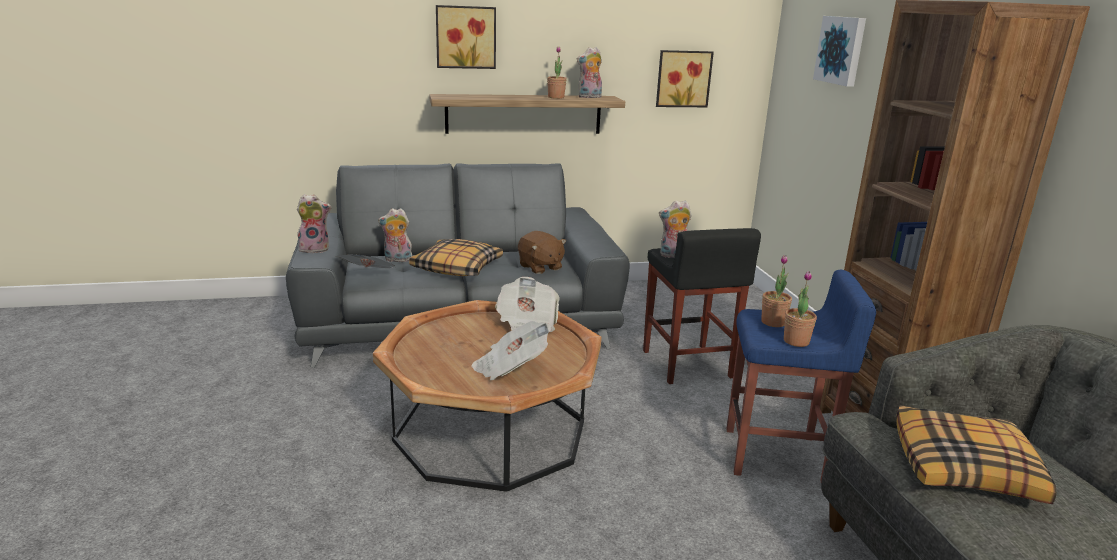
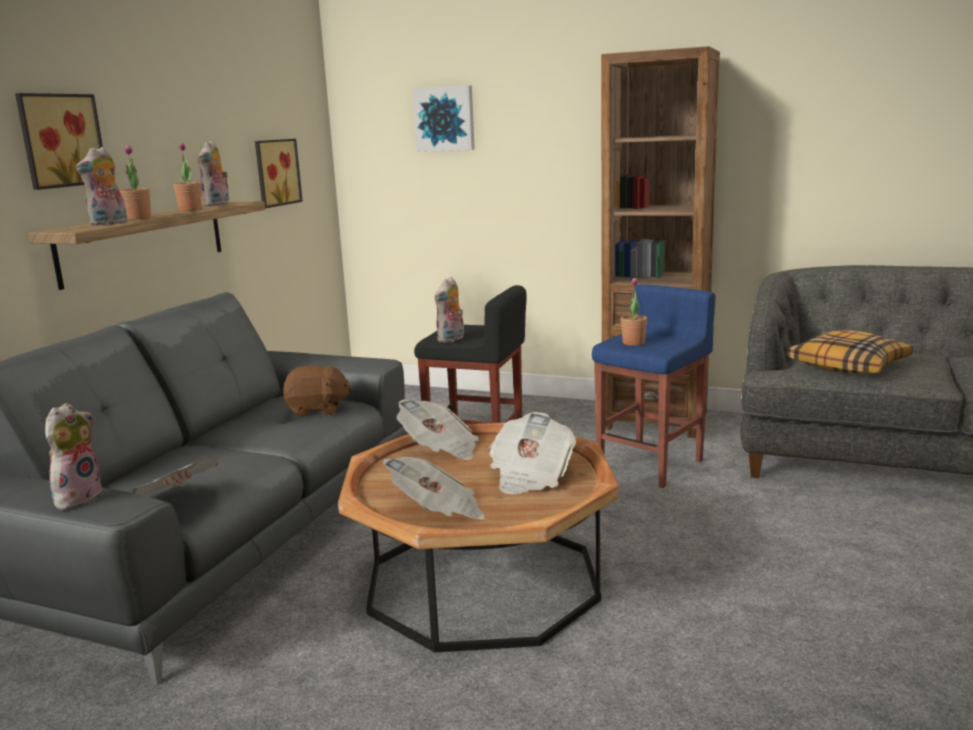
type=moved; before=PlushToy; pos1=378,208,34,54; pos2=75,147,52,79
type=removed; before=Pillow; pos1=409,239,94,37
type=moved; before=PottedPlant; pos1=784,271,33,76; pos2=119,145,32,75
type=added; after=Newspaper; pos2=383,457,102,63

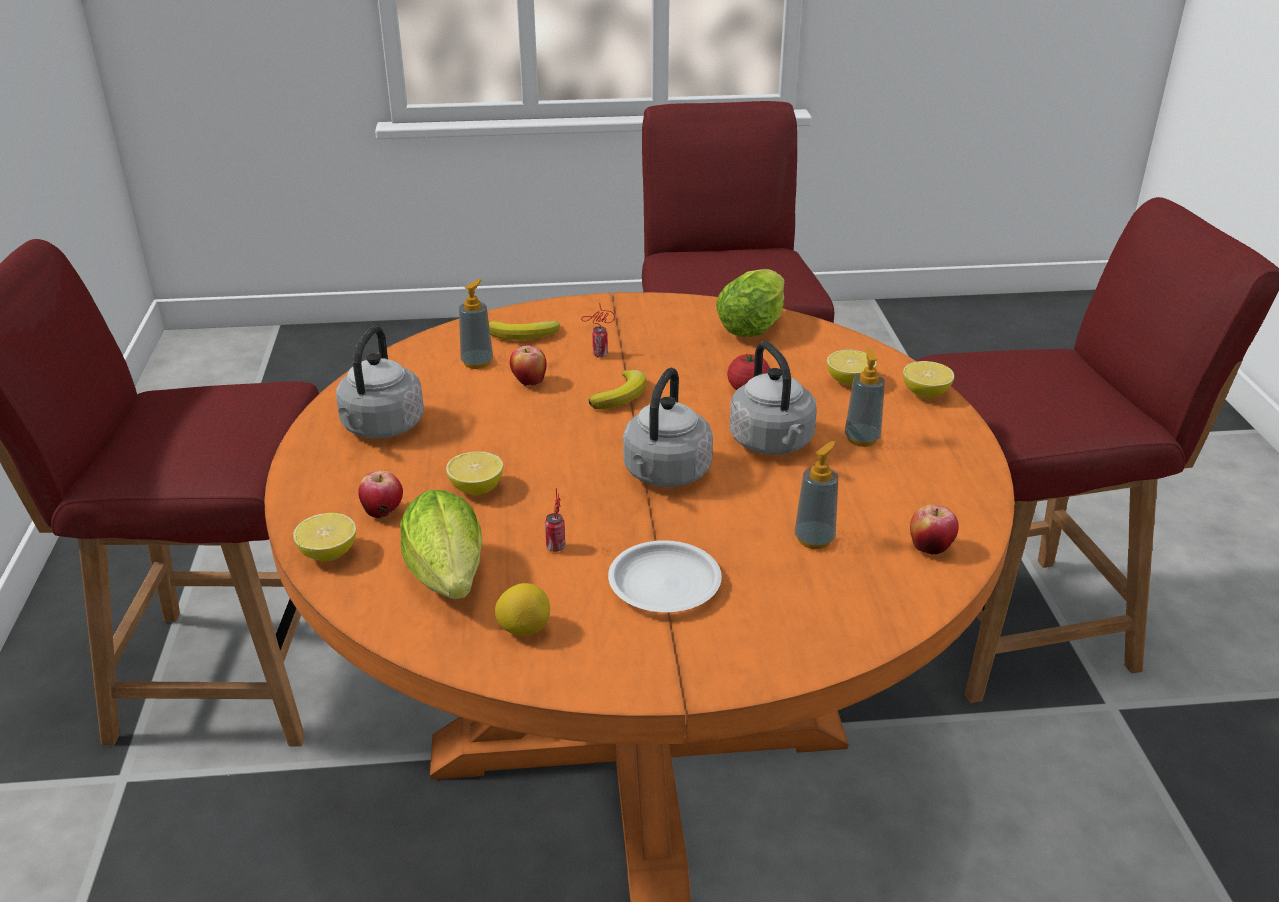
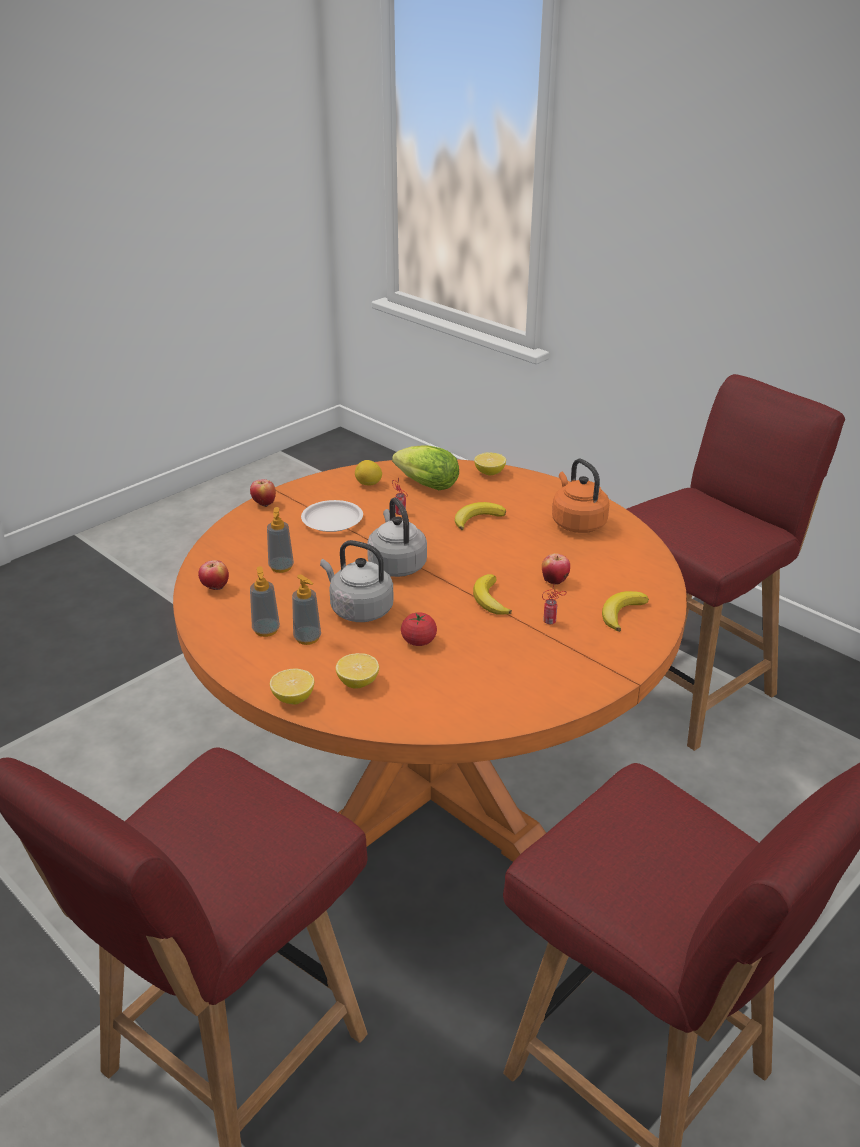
type=removed; before=Lettuce; pos1=716,269,69,68
type=moved; before=SoapDispenser; pos1=459,279,34,90; pos2=250,566,30,71
type=recoloured; before=GreyKettle; after=OrangeKettle; pos1=336,326,88,113; pos2=552,459,58,74
type=replaced; before=Lemon; after=Banana; pos1=446,451,57,44; pos2=455,502,51,28
type=moved; before=Apple; pos1=358,470,45,49; pos2=250,479,26,28

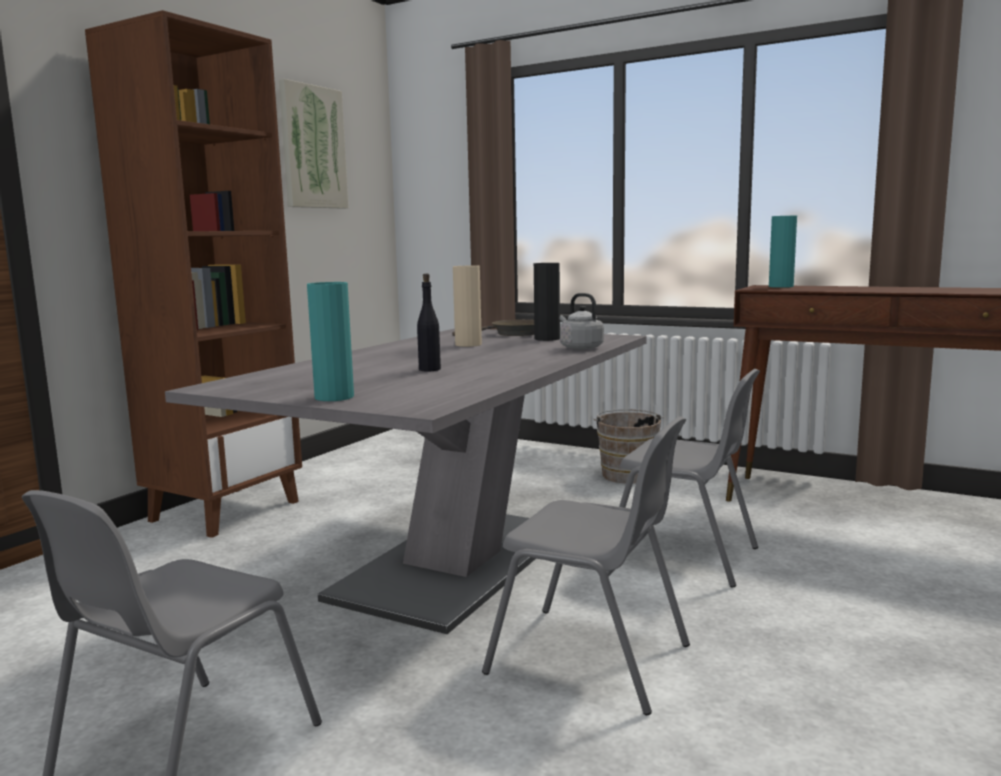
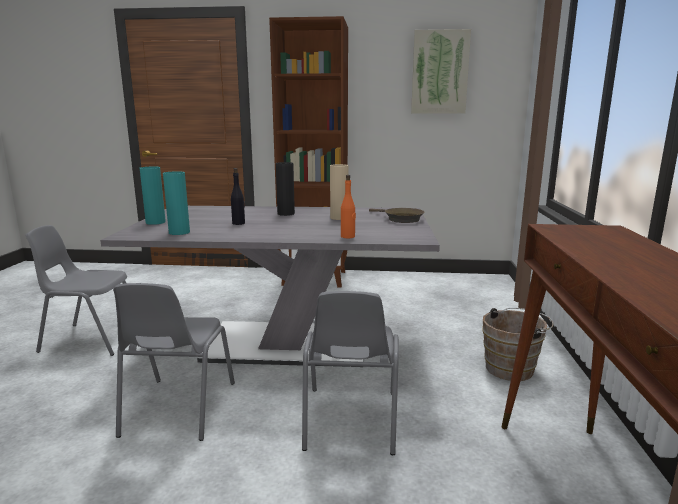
type=moved; before=TurquoiseVase; pos1=769,216,28,72; pos2=163,171,27,64
type=moved; before=BlackVase; pos1=534,263,26,78; pos2=276,162,19,54
type=replaced; before=GreyKettle; after=OrangeBottle; pos1=560,293,44,57; pos2=341,175,15,63

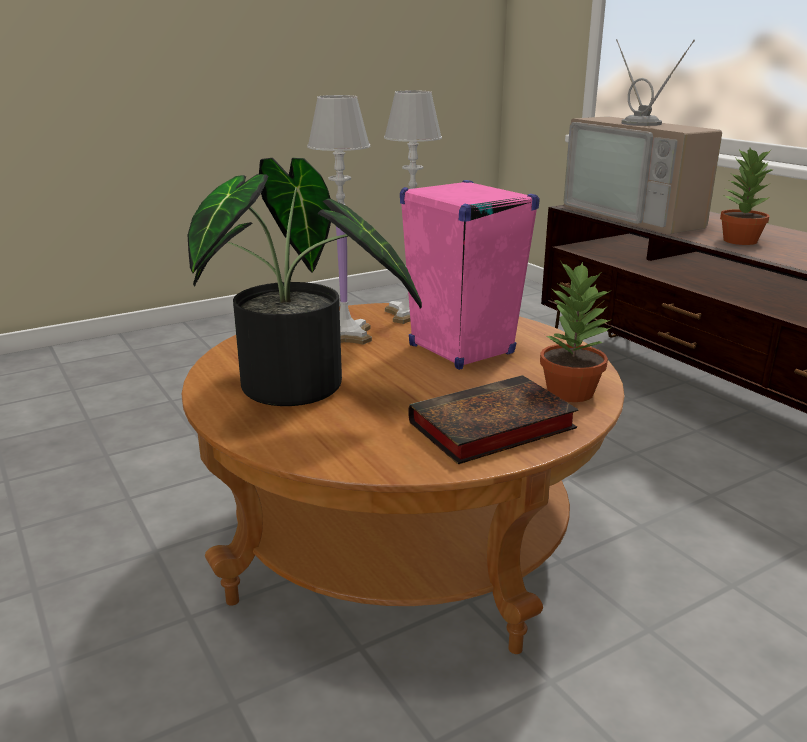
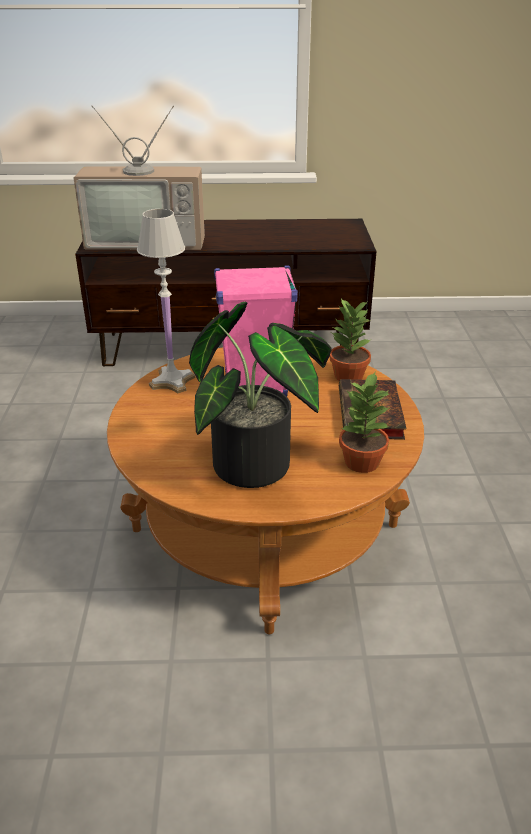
type=removed; before=WhiteTableLamp; pos1=307,95,65,250
type=moved; before=PottedPlant; pos1=720,148,53,97; pos2=339,372,51,101

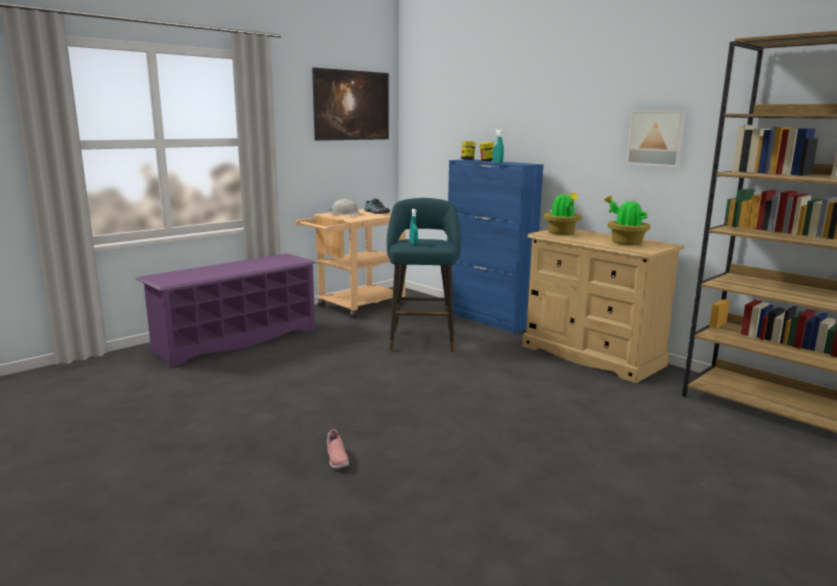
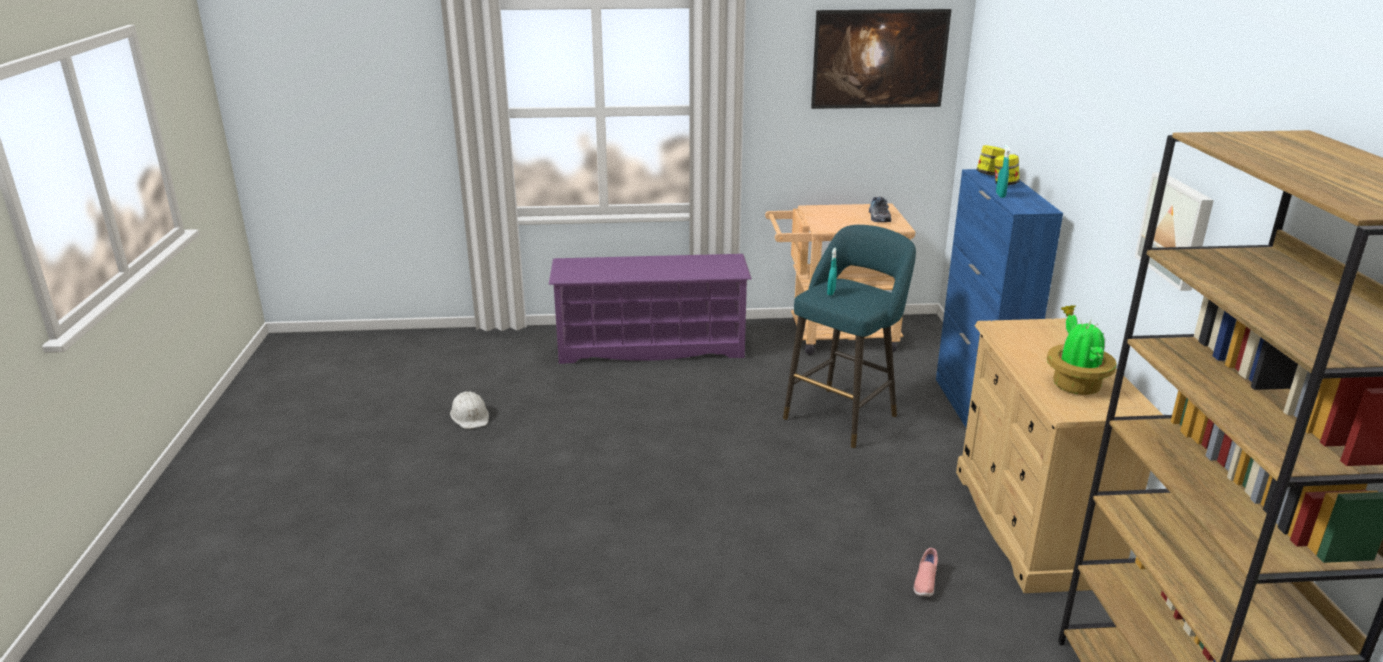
type=removed; before=PottedPlant; pos1=544,190,38,45
type=moved; before=WhiteHardHat; pos1=330,199,33,17; pos2=450,391,39,38
type=moved; before=PinkShoe; pos1=327,429,22,40; pos2=914,548,24,49

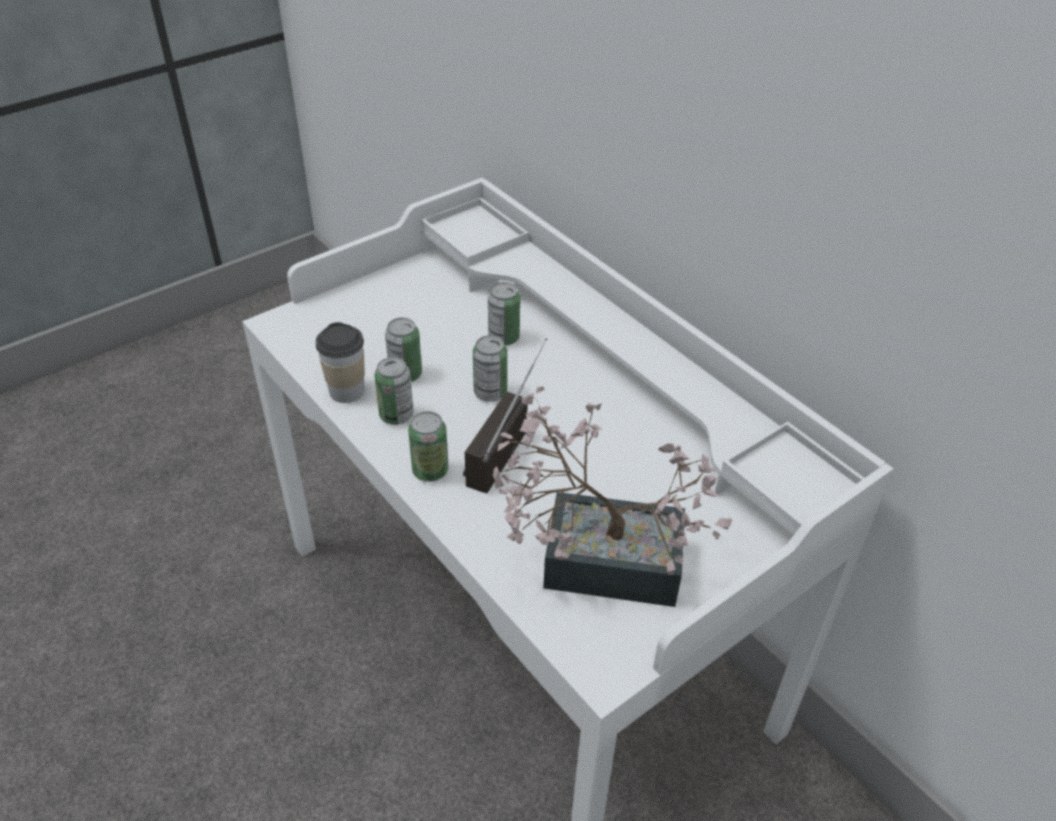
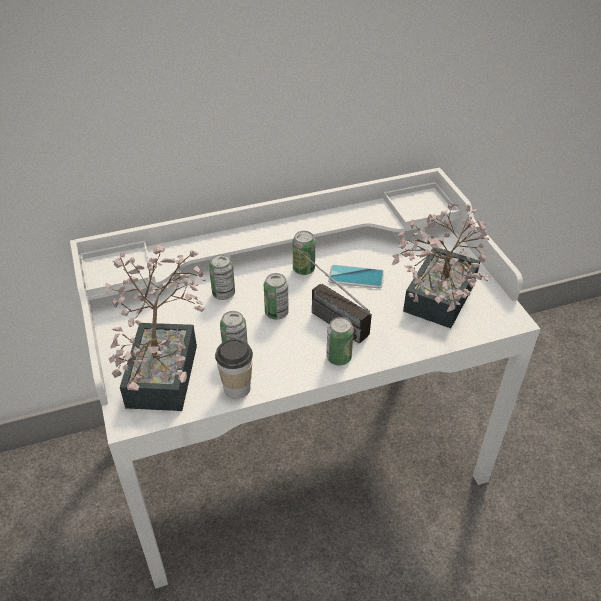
type=moved; before=Can; pos1=374,357,40,68; pos2=293,231,22,44
type=added; after=PottedPlant; pos2=103,245,103,166
type=added; after=Phone; pos2=328,265,56,23

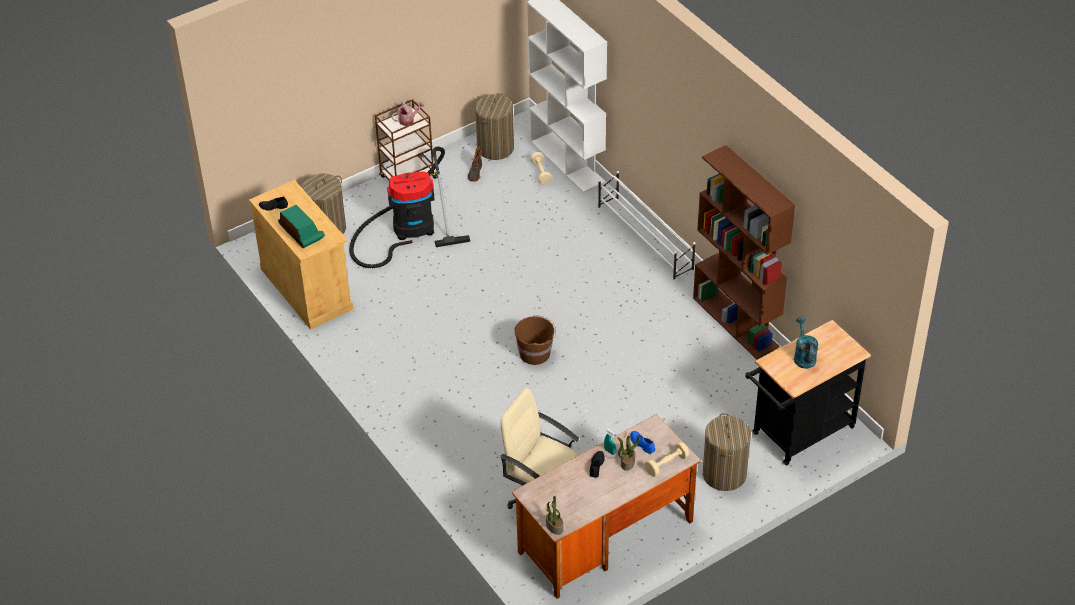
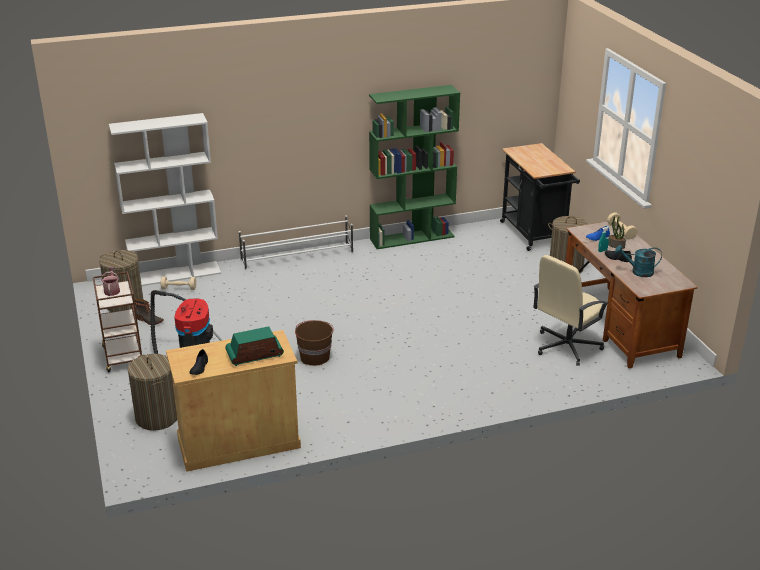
type=recoloured; before=BrownBookcase; after=GreenBookcase; pos1=693,145,102,214; pos2=369,85,91,164
type=moved; before=BrownBucket; pos1=515,315,41,50; pos2=295,320,39,46
type=moved; before=TurquoiseWateringCan; pos1=794,317,24,52; pos2=615,245,47,32
type=removed; before=PottedPlant; pos1=546,496,17,39

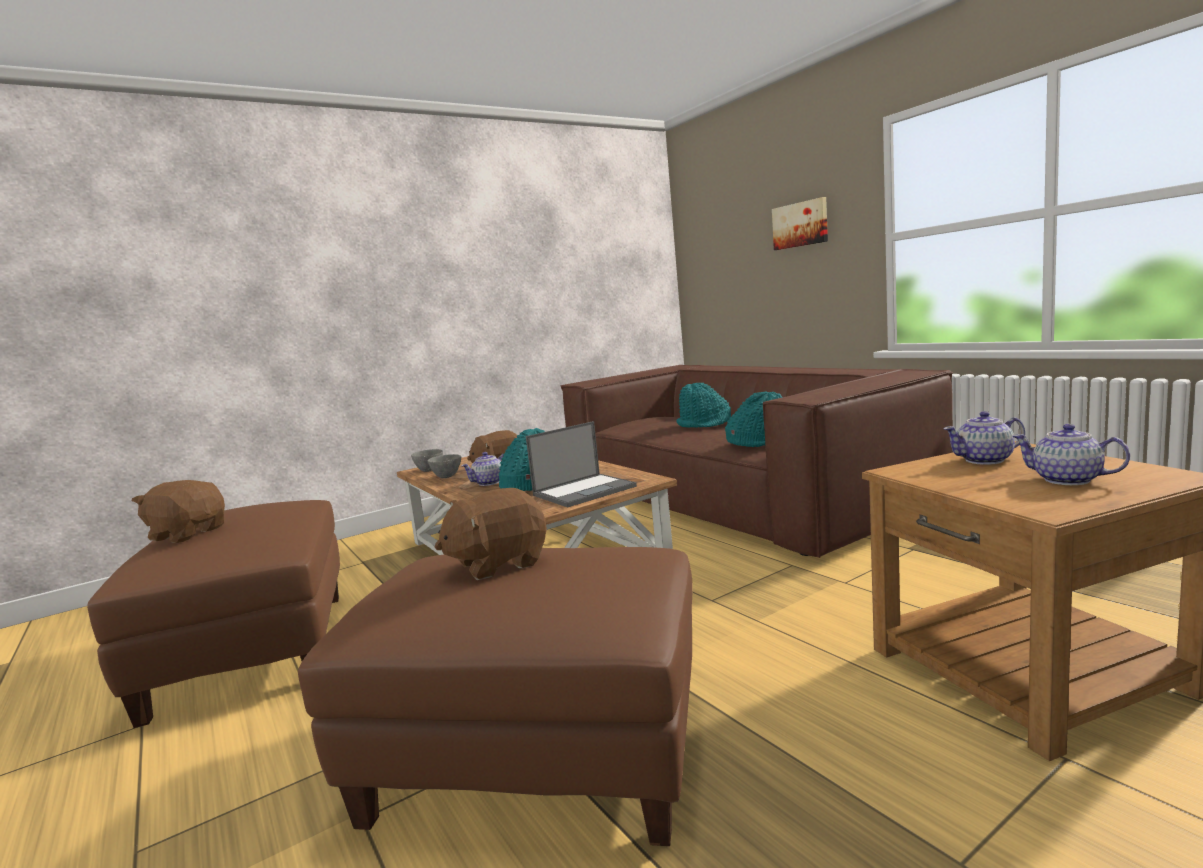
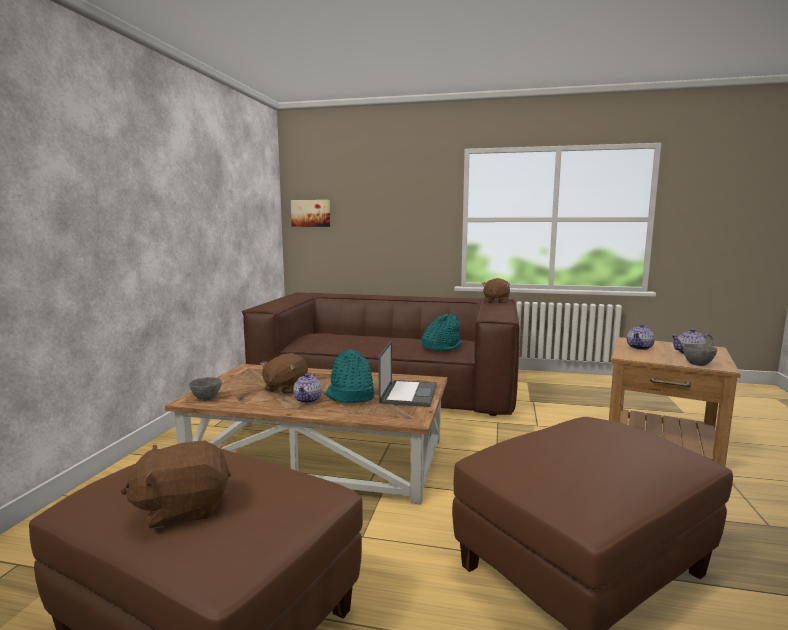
type=moved; before=Picture; pos1=772,197,56,53; pos2=291,200,39,27
type=removed; before=TurquoiseHat; pos1=677,383,54,45
type=moved; before=GreyBowl; pos1=428,454,33,24; pos2=683,344,34,22
type=moved; before=BrownPlushToy; pos1=435,488,112,92; pos2=482,278,28,26

